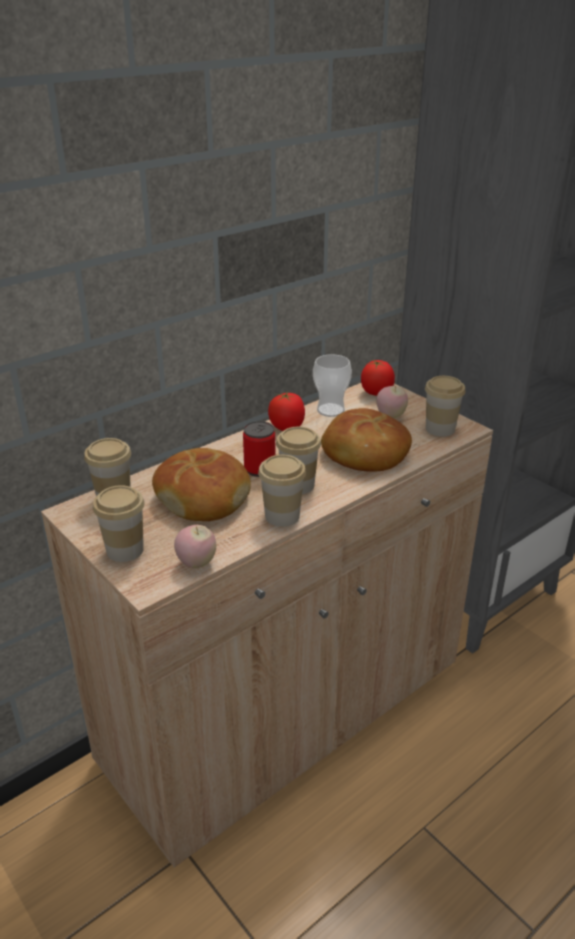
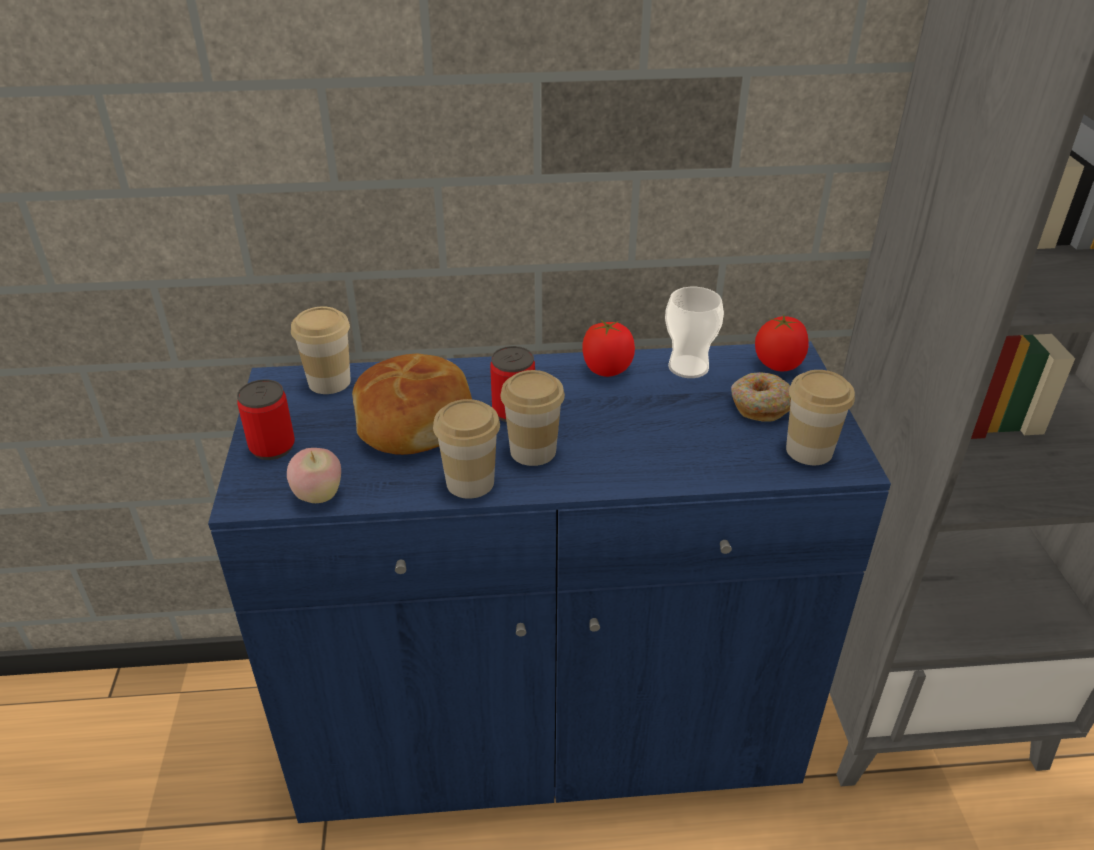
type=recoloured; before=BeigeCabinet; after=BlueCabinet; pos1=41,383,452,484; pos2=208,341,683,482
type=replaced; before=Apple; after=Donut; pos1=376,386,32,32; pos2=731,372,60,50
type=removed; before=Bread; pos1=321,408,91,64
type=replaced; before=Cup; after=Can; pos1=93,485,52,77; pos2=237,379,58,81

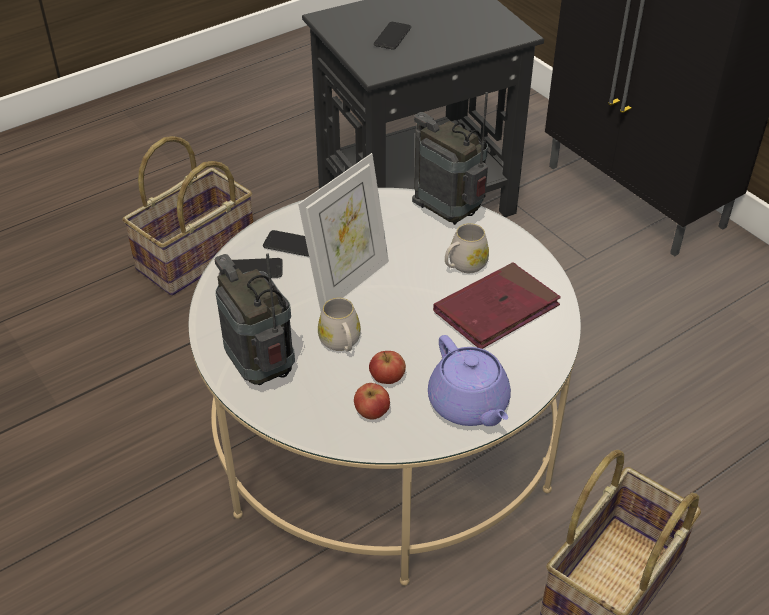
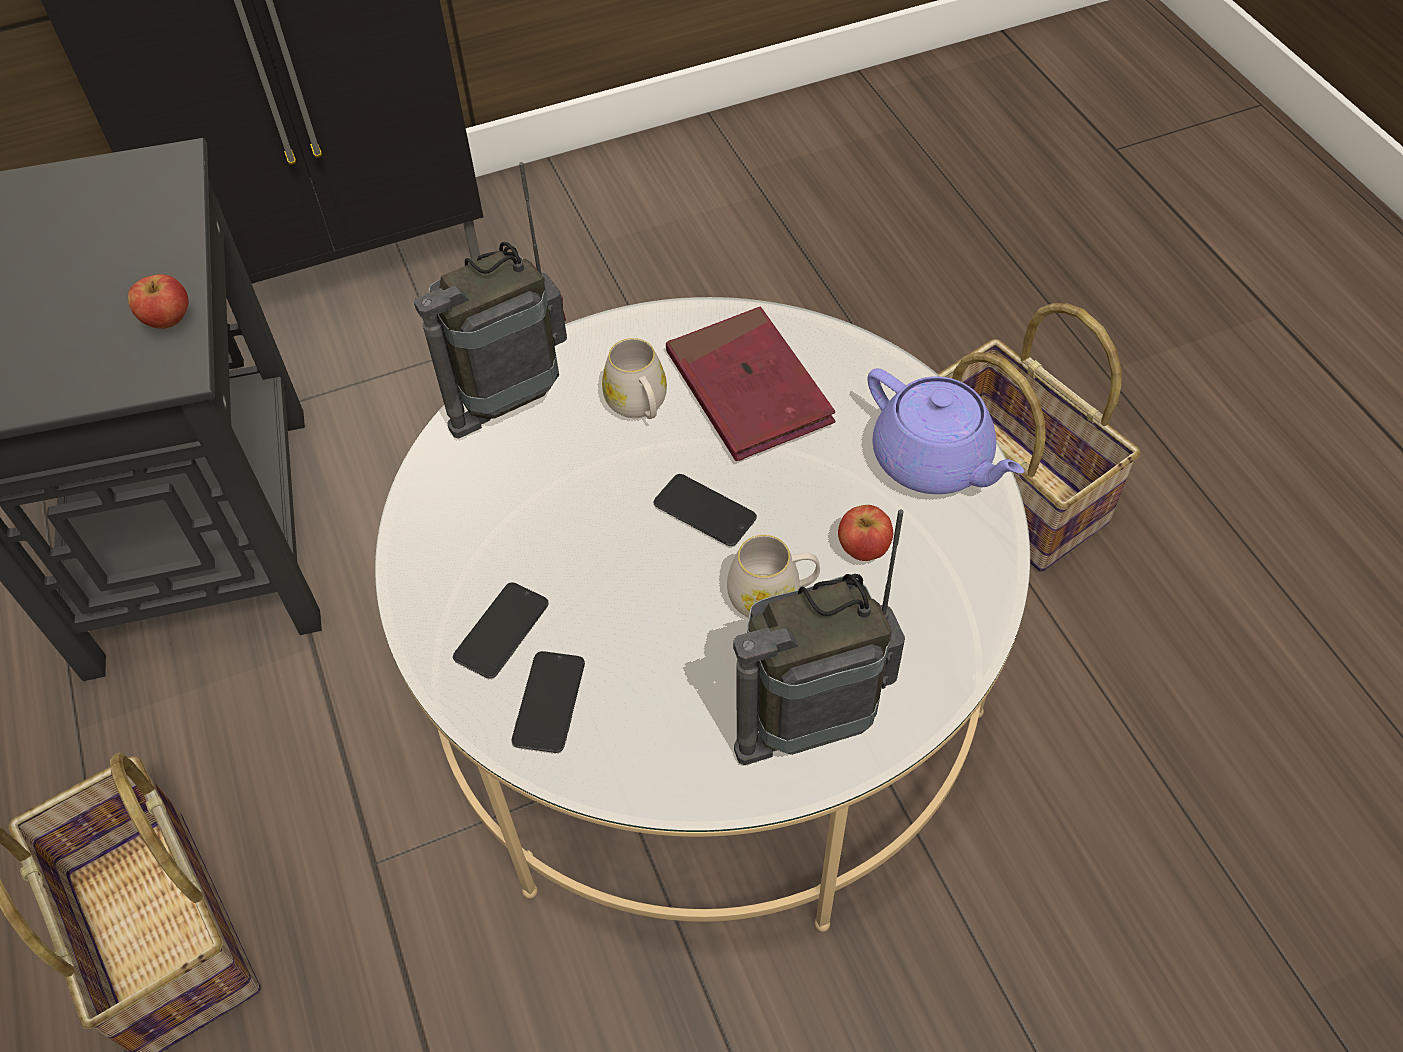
type=moved; before=Phone; pos1=374,22,37,27; pos2=654,474,103,72
type=removed; before=PictureFrame; pos1=298,153,91,158
type=turned; before=PurpleTeapot; pos1=428,335,83,91; pos2=868,368,156,126; turn=60
type=moved; before=Apple; pos1=354,383,36,37; pos2=128,274,61,55

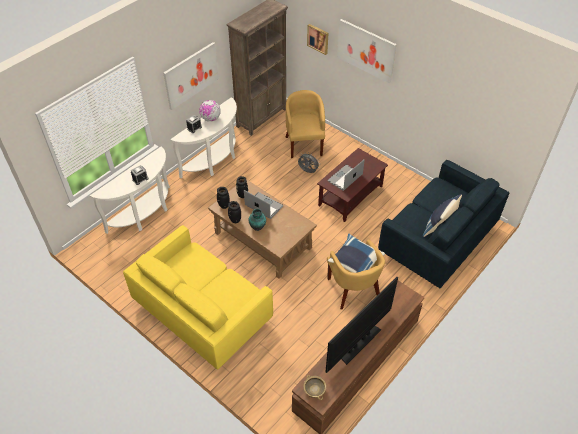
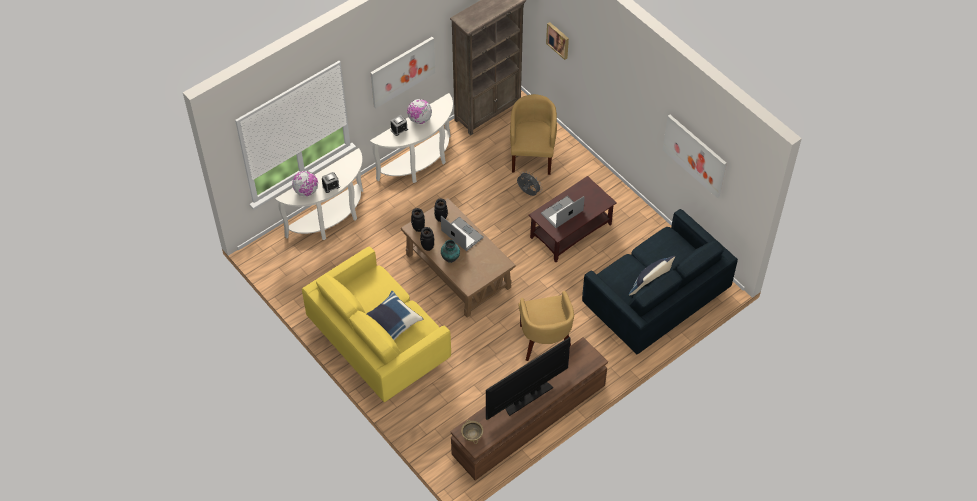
type=moved; before=Picture; pos1=337,19,60,64; pos2=663,115,64,83
type=moved; before=BluePillow; pos1=328,234,57,39; pos2=367,291,57,49
type=added; after=Globe; pos2=292,171,26,25

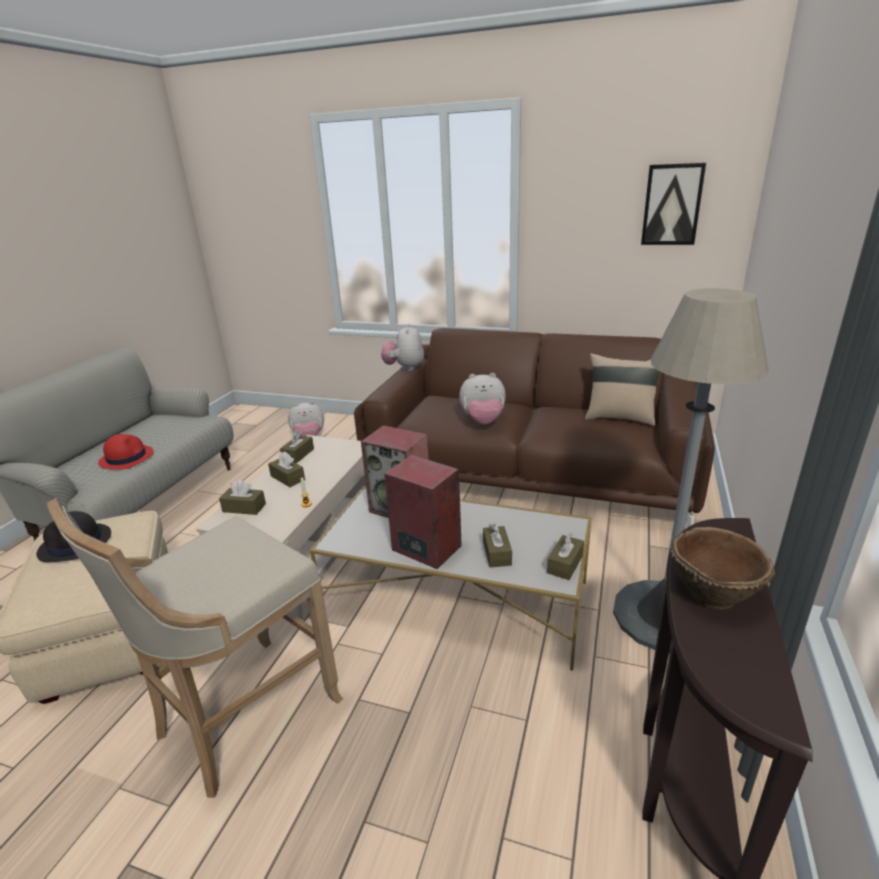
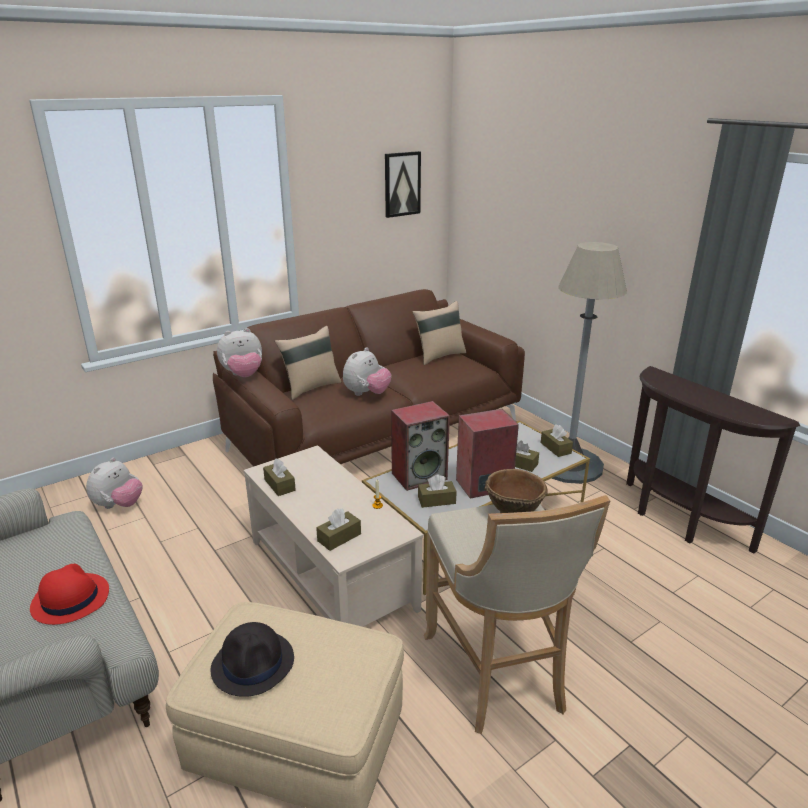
type=turned; before=PlushToy; pos1=381,324,43,47; pos2=217,328,45,49; turn=-60
type=moved; before=BrownTissueBox; pos1=268,452,37,35; pos2=418,474,39,34
type=moved; before=BrownBowl; pos1=671,527,104,83; pos2=484,469,64,44
type=added; after=BeigePillow; pos2=275,326,66,74

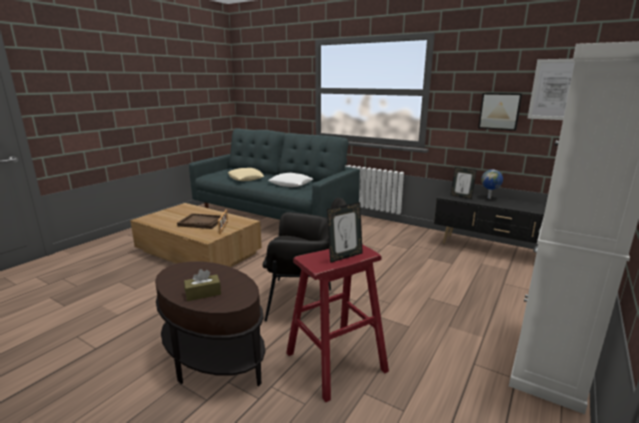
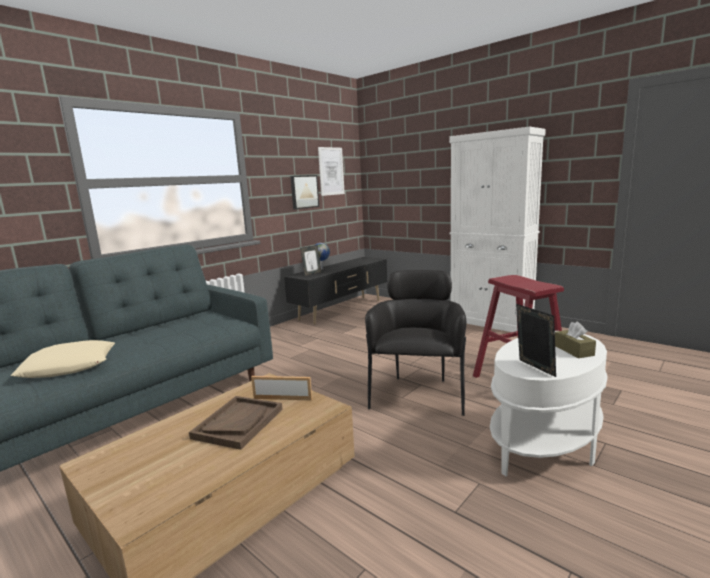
type=removed; before=WhitePillow; pos1=268,173,45,14
type=moved; before=PictureFrame; pos1=327,202,36,61; pos2=516,304,40,73
type=recoloured; before=BrownSideTable; after=WhiteSideTable; pos1=155,261,110,126; pos2=490,331,118,145

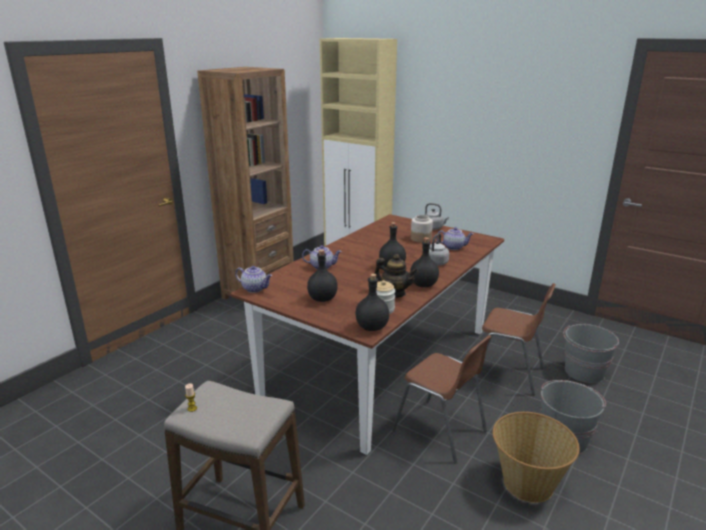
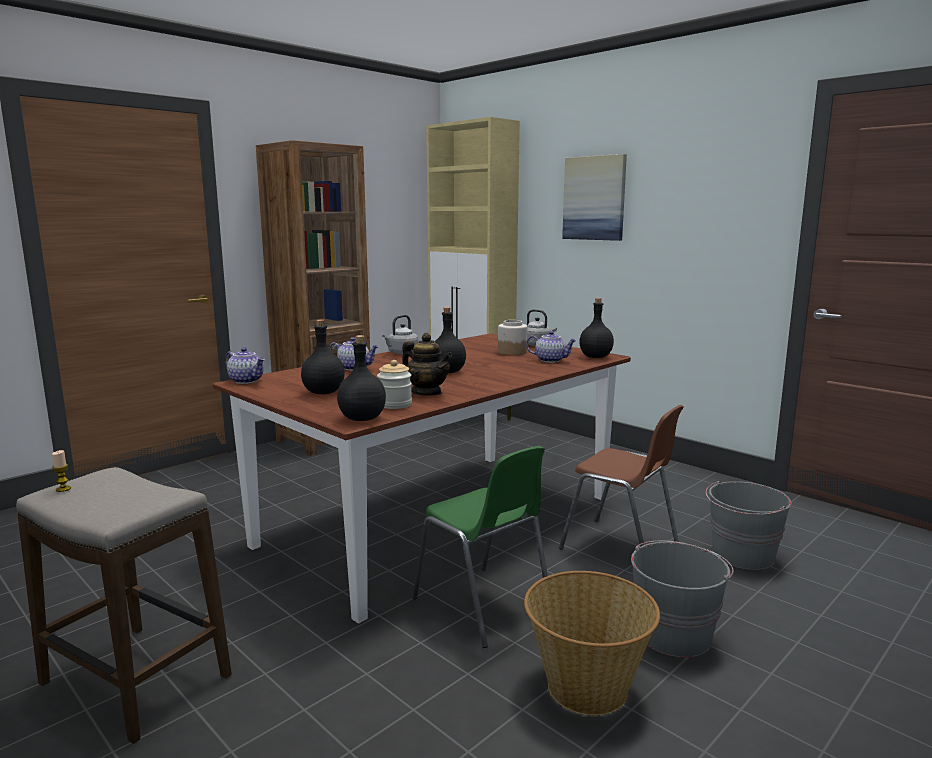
type=moved; before=GreyKettle; pos1=429,233,20,33; pos2=382,315,36,40
type=moved; before=BlackBottle; pos1=410,237,29,50; pos2=579,298,35,60
type=recoloured; before=BrownChair; after=GreenChair; pos1=392,335,100,129; pos2=412,446,136,202
type=added; after=Picture; pos2=562,154,65,87

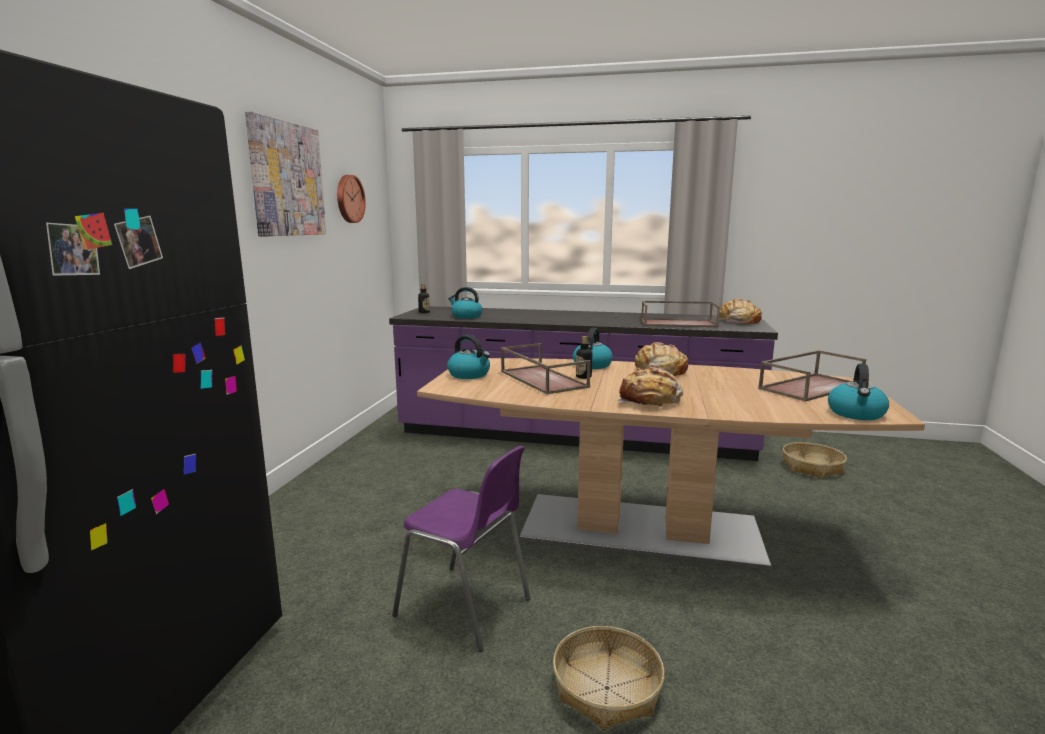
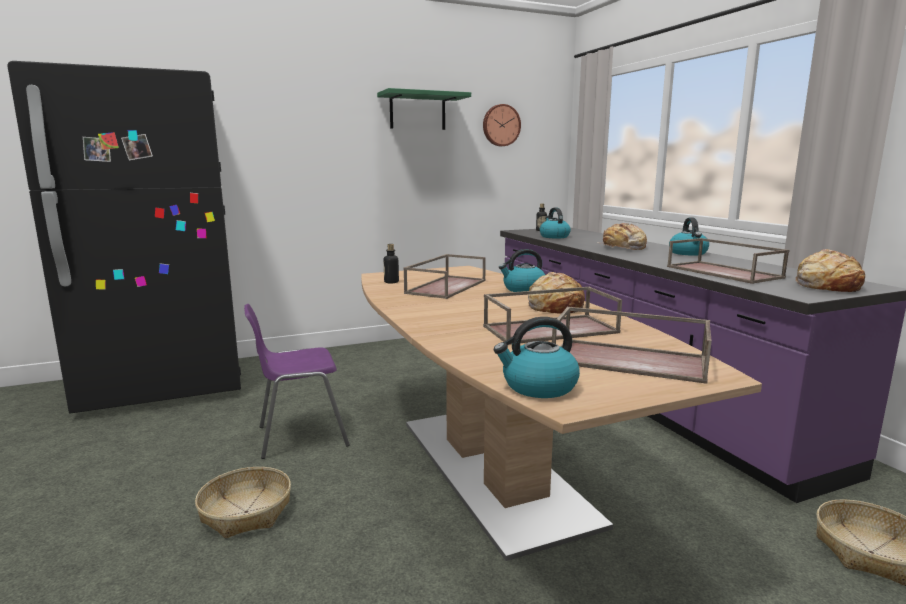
type=replaced; before=Picture; after=GreenShelf; pos1=245,111,81,126; pos2=377,88,94,42
type=moved; before=Kettle; pos1=447,335,43,44; pos2=669,217,40,39
type=moved; before=Bottle; pos1=576,336,16,43; pos2=384,244,15,39
type=moved; before=Bread; pos1=616,366,67,42; pos2=597,223,50,27
type=turned; before=PurpleChair; pos1=392,446,138,206; pos2=244,304,106,155; turn=75
type=added; after=BrownTray; pos2=483,287,139,58

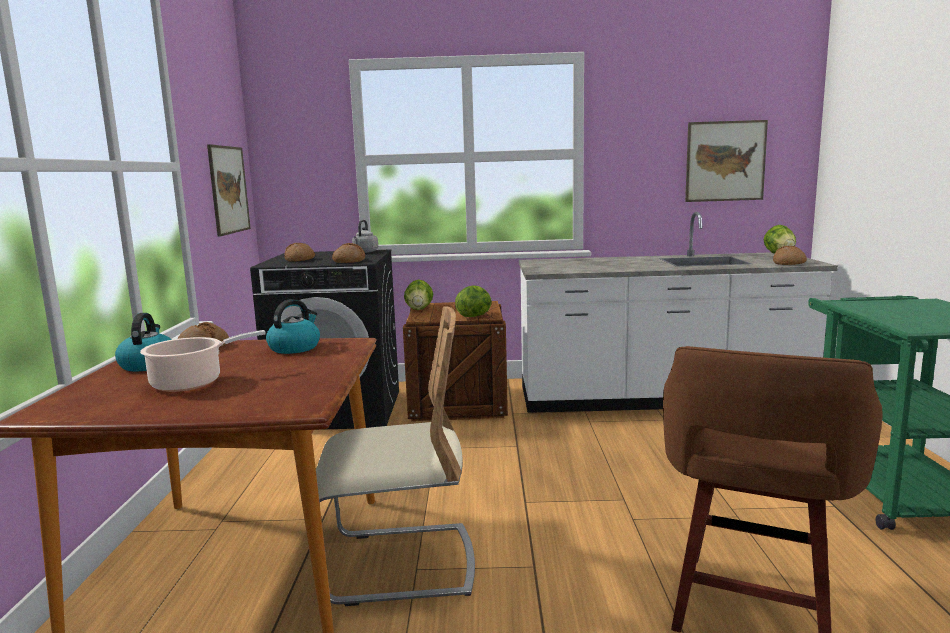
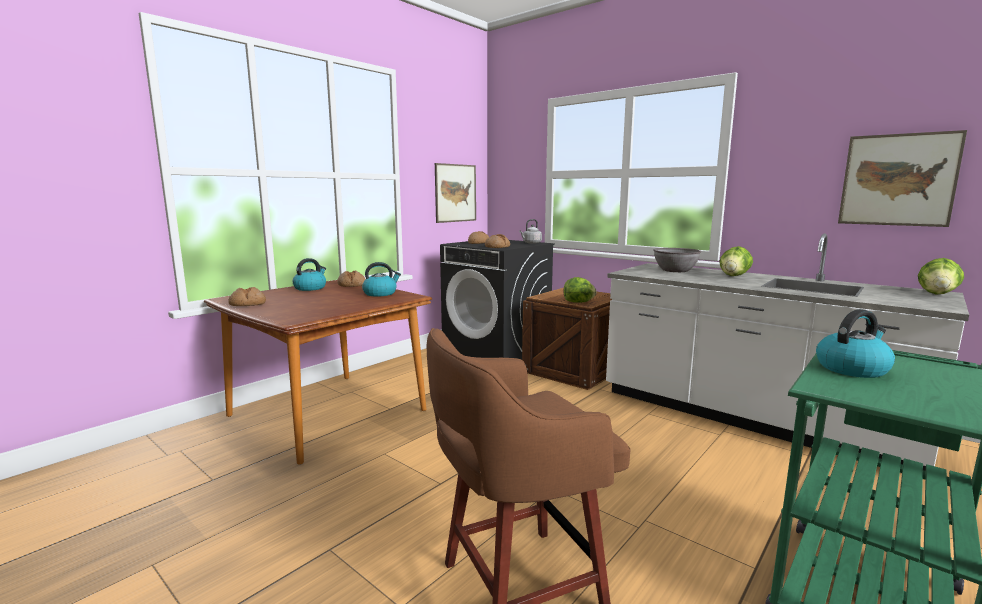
type=moved; before=Bread; pos1=773,246,34,19; pos2=228,287,38,19
type=moved; before=Lettuce; pos1=404,279,29,31; pos2=719,246,34,30
type=removed; before=BeigeChair; pos1=316,306,159,300
type=removed; before=CookingPot; pos1=140,330,126,62
type=added; after=GreyBowl; pos2=653,248,48,24
type=added; after=Kettle; pos2=816,309,79,69

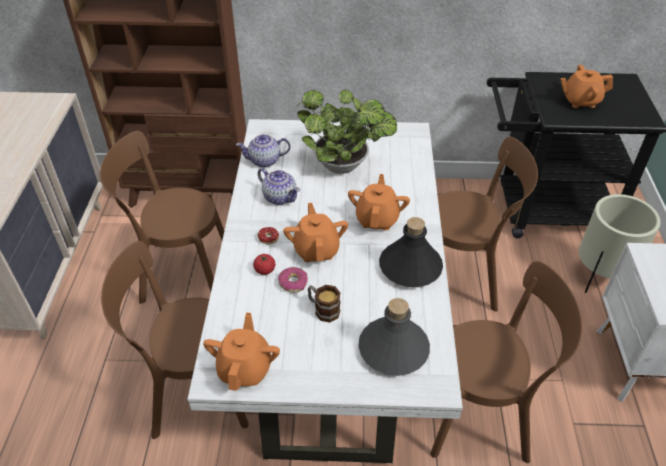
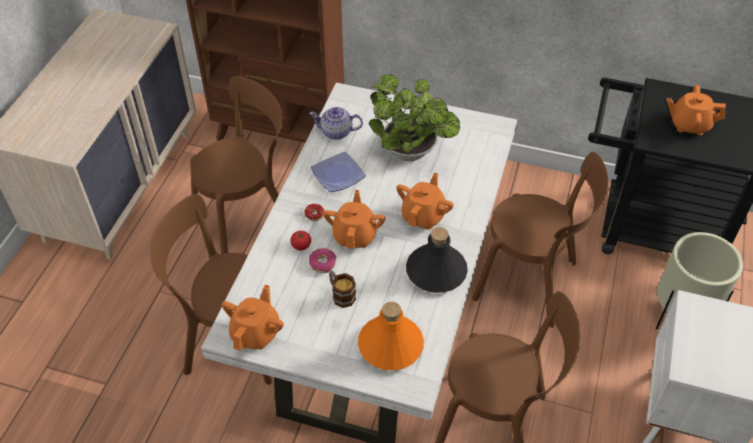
type=turned; before=BrownChair; pos1=100,131,124,173; pos2=190,76,93,178; turn=135
type=replaced; before=Teapot; after=Plate; pos1=258,168,42,37; pos2=311,152,55,40
type=recoloured; before=GreyBottle; after=OrangeBottle; pos1=358,298,72,78; pos2=358,302,66,69

